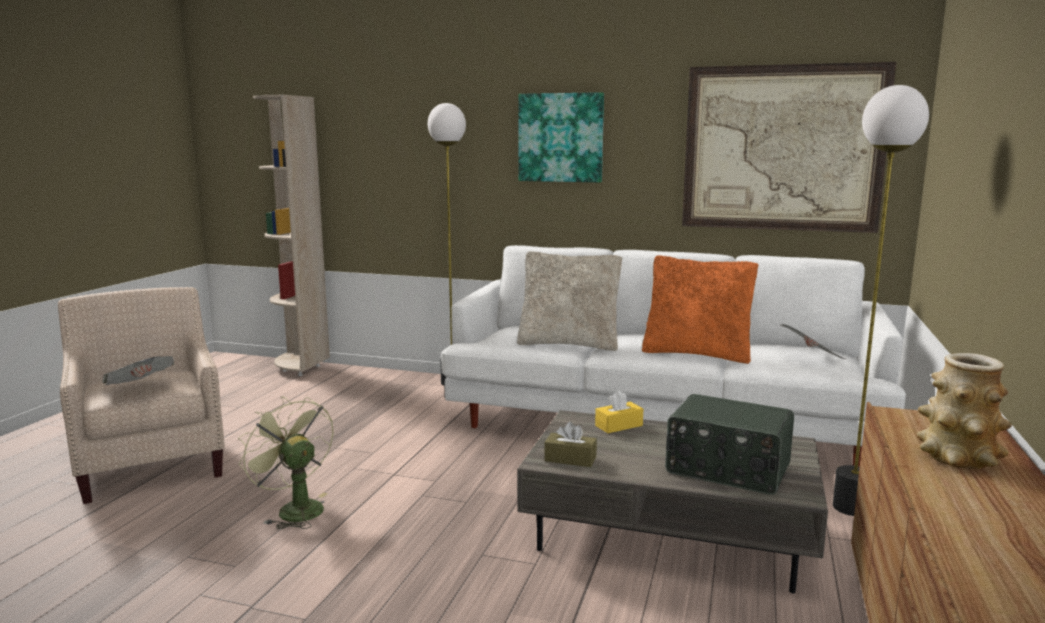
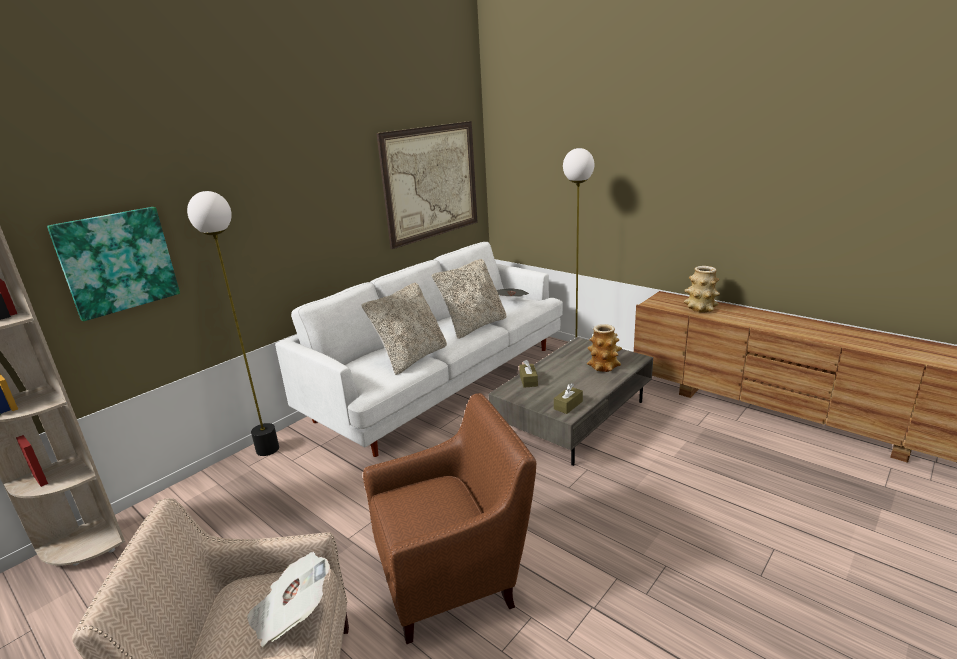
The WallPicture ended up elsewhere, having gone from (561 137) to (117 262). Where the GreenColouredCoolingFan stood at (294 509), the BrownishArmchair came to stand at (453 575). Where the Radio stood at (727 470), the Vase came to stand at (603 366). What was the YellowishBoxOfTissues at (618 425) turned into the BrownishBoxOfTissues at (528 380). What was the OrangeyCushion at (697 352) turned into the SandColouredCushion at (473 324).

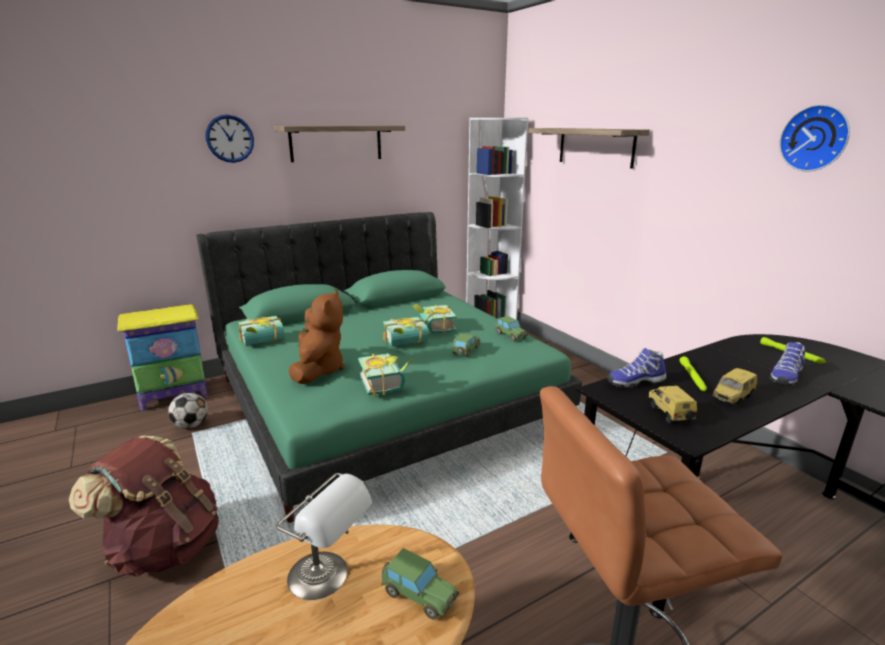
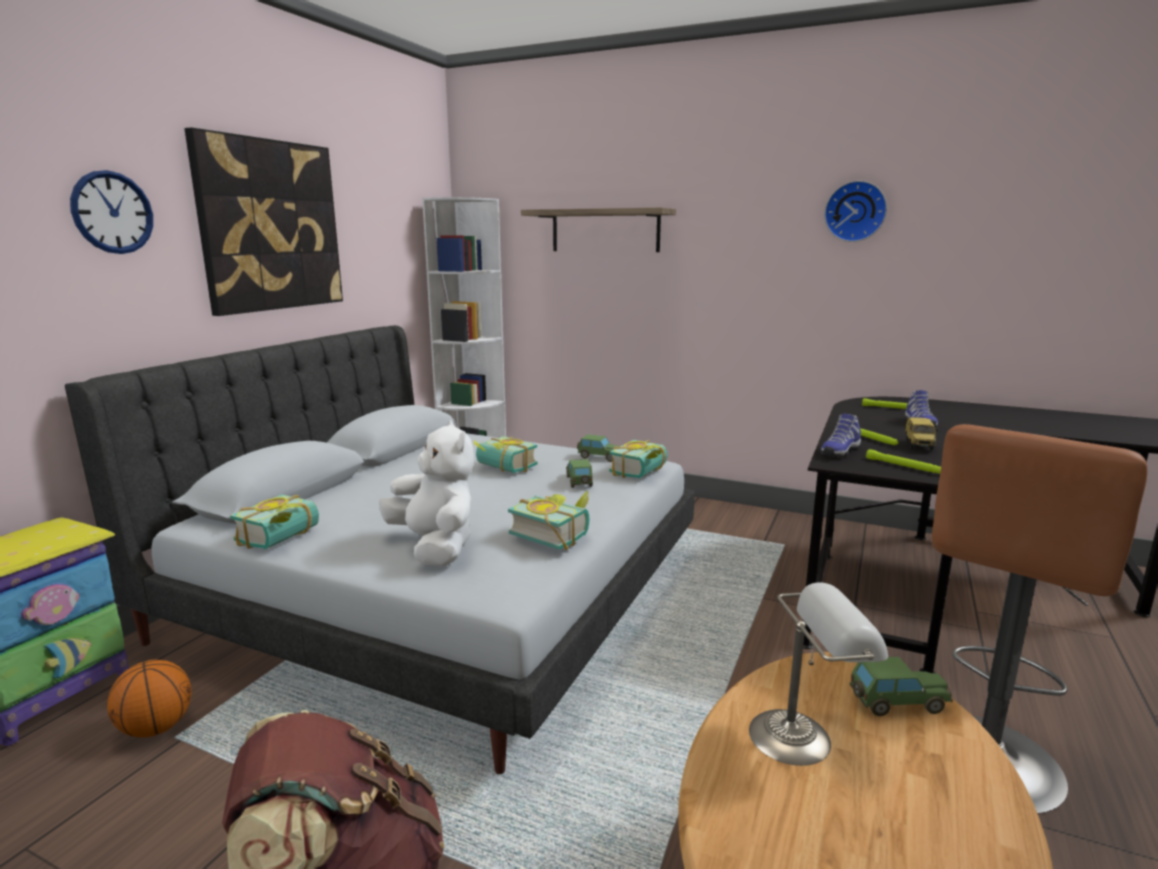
The BoundBook ended up elsewhere, having gone from (407 343) to (643 473). Where the Football stood at (191 425), the BasketballBall came to stand at (157 728). Where the WallShelf hung at (336 143), the WallPicture came to hang at (270 226). Where the ModelCar stood at (668 414), the GreenColouredTorch came to stand at (904 467). What was the GreenColouredSleepingBed at (382 400) turned into the GraySleepingBed at (441 591). What was the BrownishSoftToy at (318 370) turned into the WhiteColouredSoftToy at (435 547).

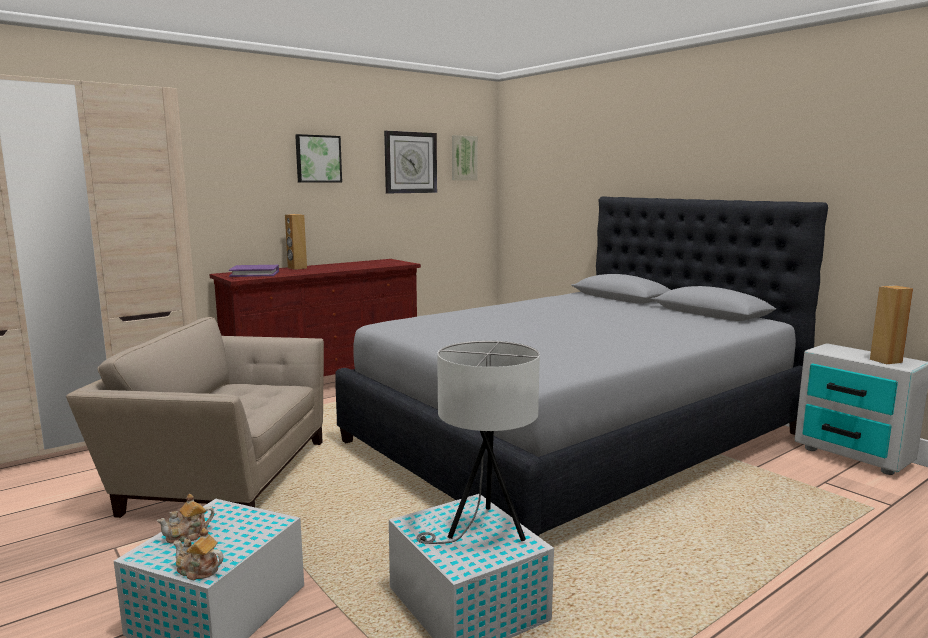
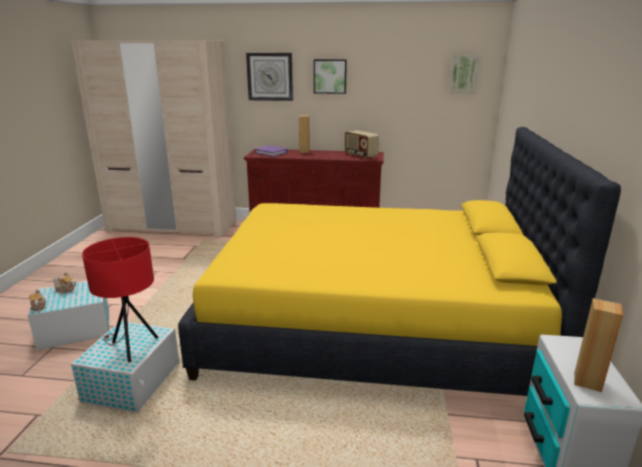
The second view lost the SandColouredArmchair at (223 475). The second view gained the Radio at (360 155). The HangingClock ended up elsewhere, having gone from (410 162) to (270 76). What was the GraySleepingBed at (576 437) turned into the YellowishSleepingBed at (372 325). What was the WhiteColouredLampForATable at (482 530) turned into the RedColouredLampForATable at (131 347).

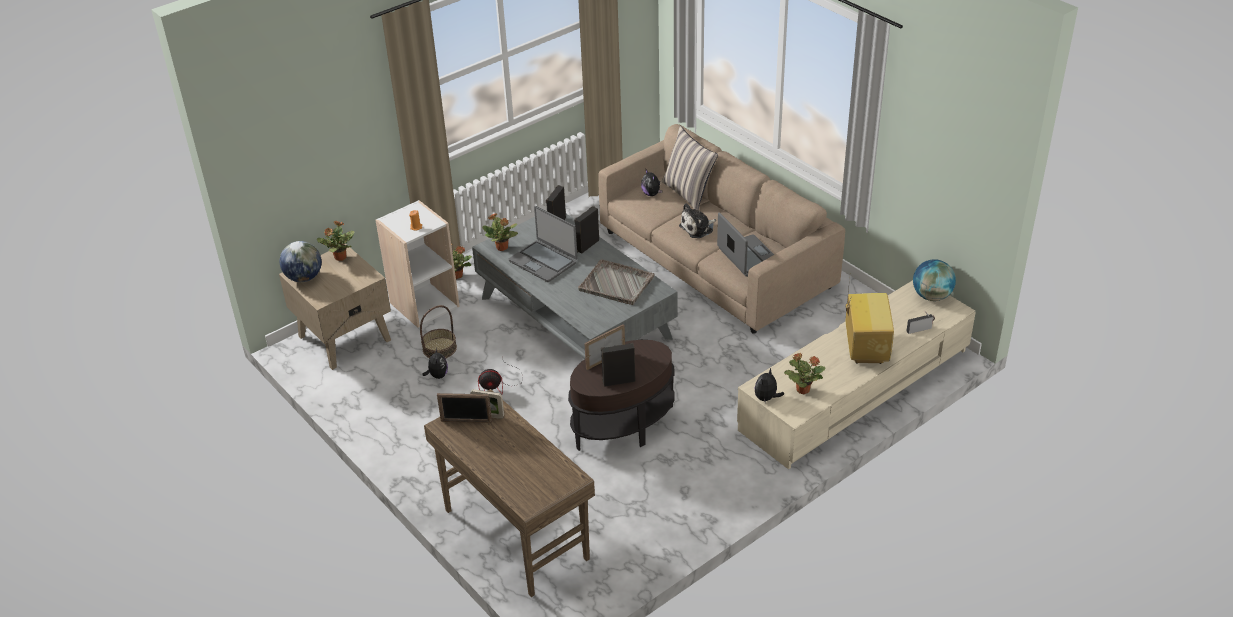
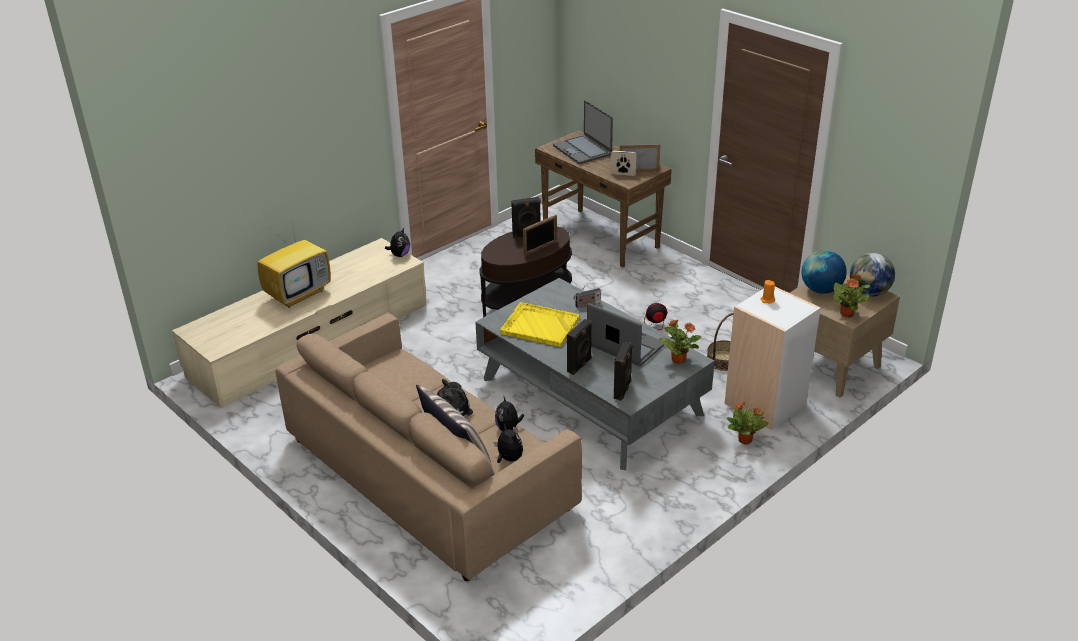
The second view lost the Houseplant at (802 389). The SoftToy ended up elsewhere, having gone from (437 375) to (508 429). The Laptop ended up elsewhere, having gone from (748 257) to (582 150). The Radio ended up elsewhere, having gone from (920 329) to (587 305). The DeskGlobe ended up elsewhere, having gone from (931 296) to (821 290). What was the GrayServingTray at (617 284) turned into the YellowishServingTray at (539 326). The Television at (865 348) ended up facing another way, 135 degrees counterclockwise from before.

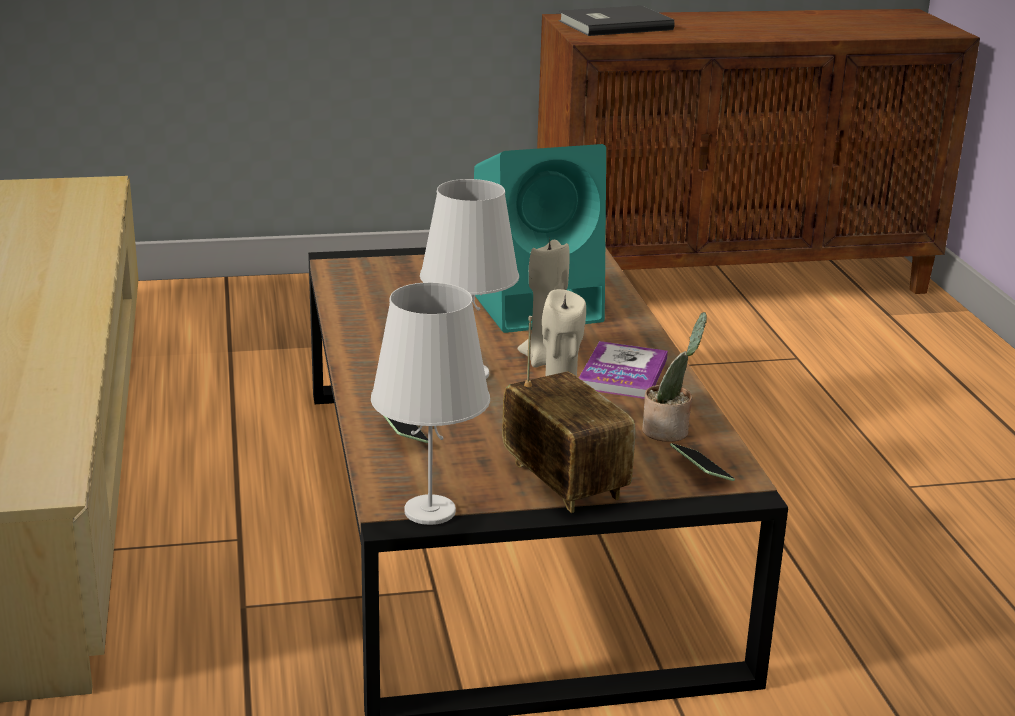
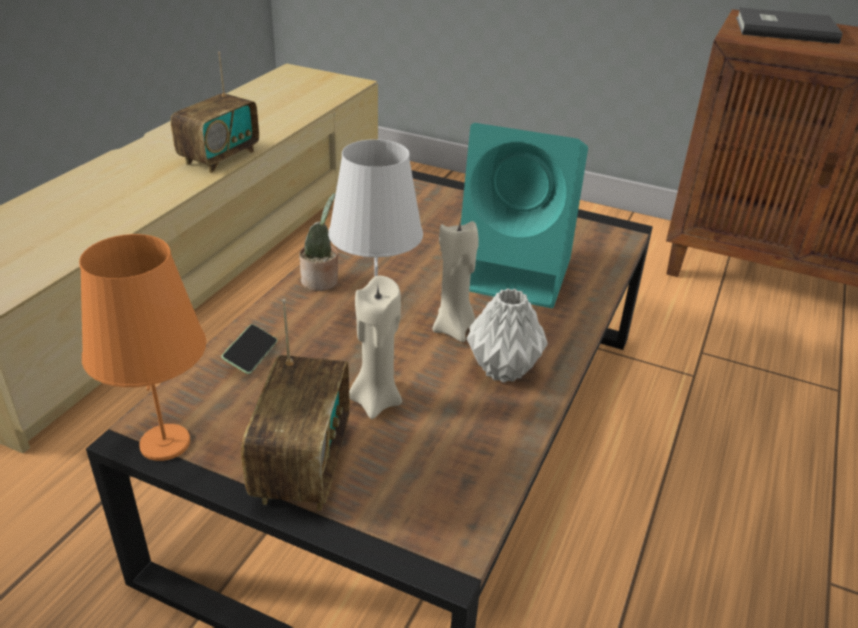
The second view lost the Phone at (701 472). The second view gained the Radio at (219 157). The Houseplant ended up elsewhere, having gone from (669 431) to (321 282). Where the BoundBook stood at (623 373), the GrayVase came to stand at (502 369). What was the WhiteColouredLampForATable at (429 511) turned into the OrangeyLampForATable at (164 443).

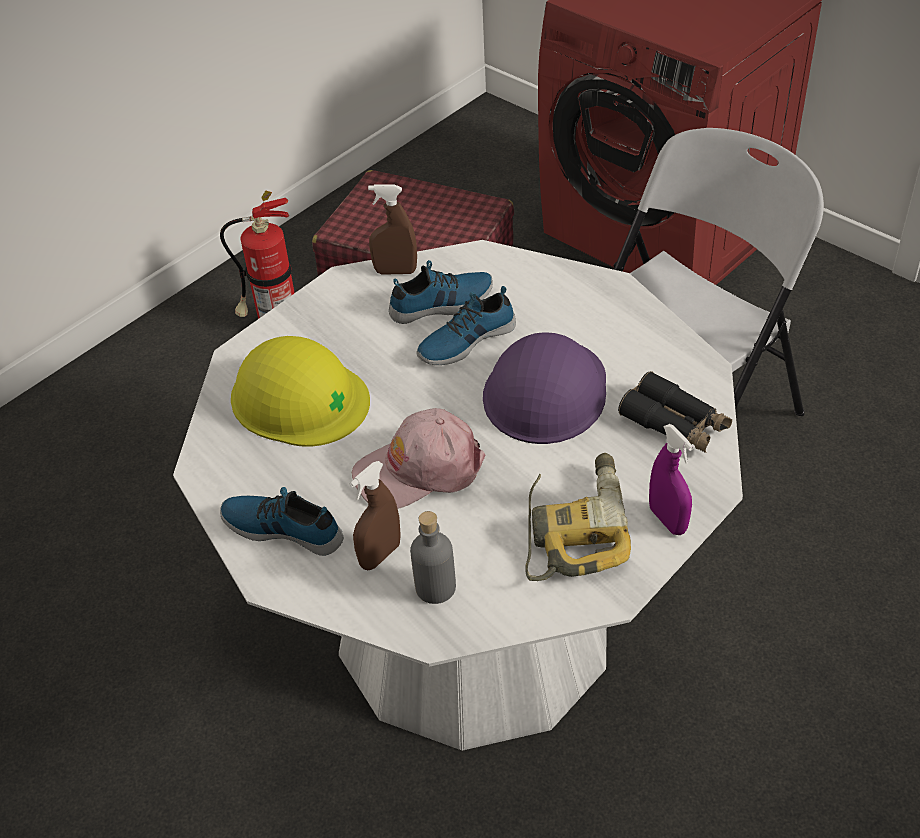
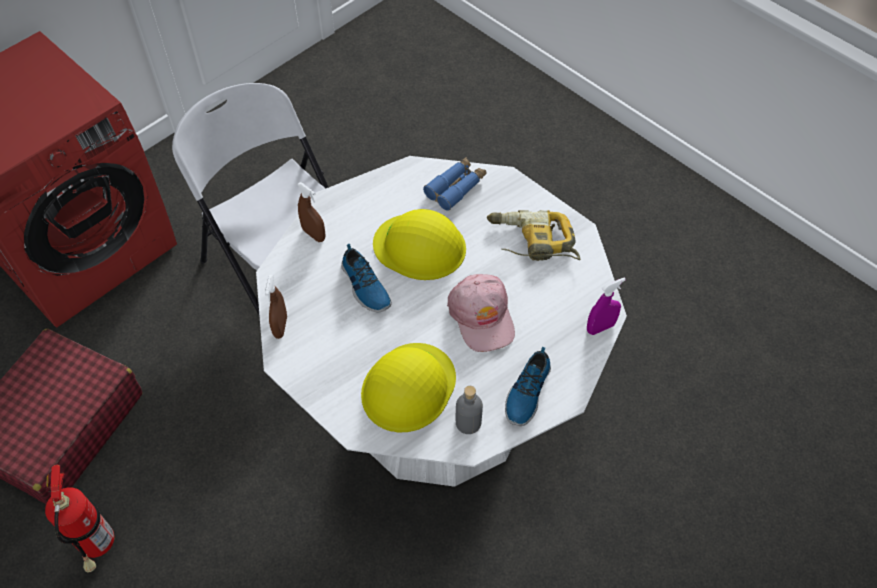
The second view lost the Shoe at (442 304). The BrownishHandSprayer ended up elsewhere, having gone from (380 555) to (314 234). The GrayBottle ended up elsewhere, having gone from (435 587) to (468 422). The PurplishHandSprayer ended up elsewhere, having gone from (667 520) to (600 327). What was the PurplishSafetyHelmet at (545 391) turned into the YellowishSafetyHelmet at (420 246). What was the BlackishBinoculars at (675 424) turned into the BlueColouredBinoculars at (456 187).

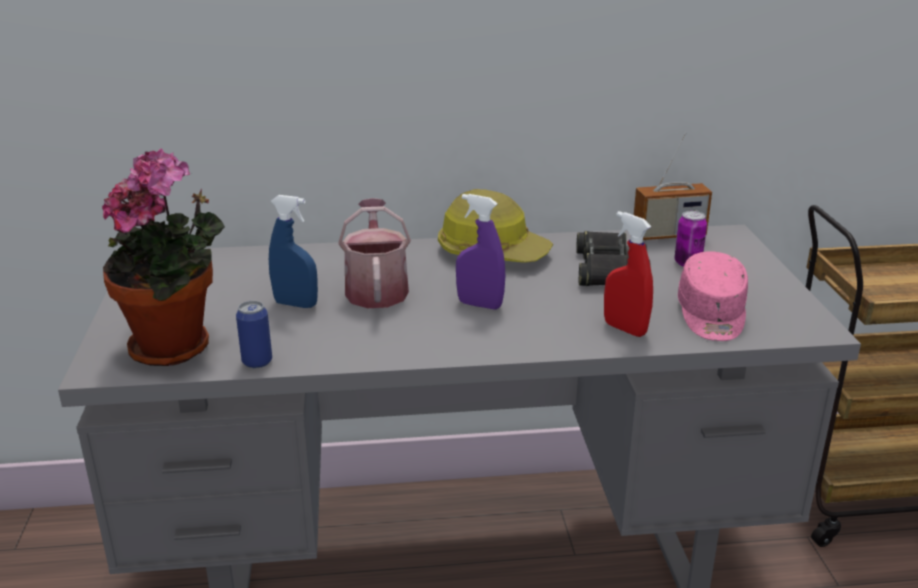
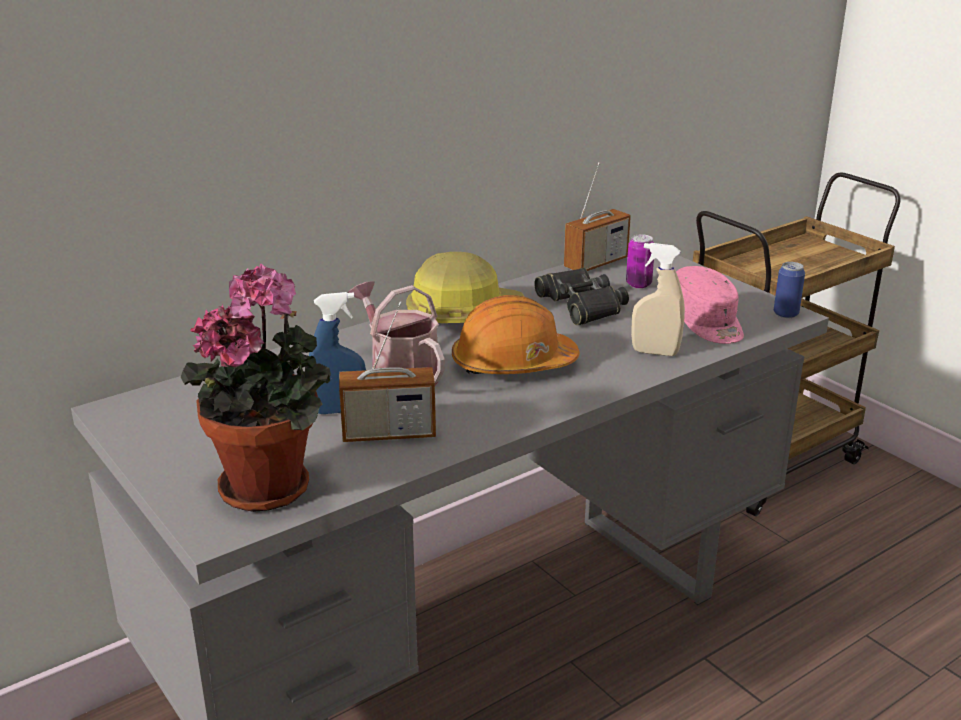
The second view gained the Radio at (389 433). The MetalCan ended up elsewhere, having gone from (257 362) to (786 314). Where the PurplishHandSprayer stood at (479 305), the OrangeySafetyHelmet came to stand at (513 364). What was the RedColouredHandSprayer at (624 329) turned into the SandColouredHandSprayer at (655 352).

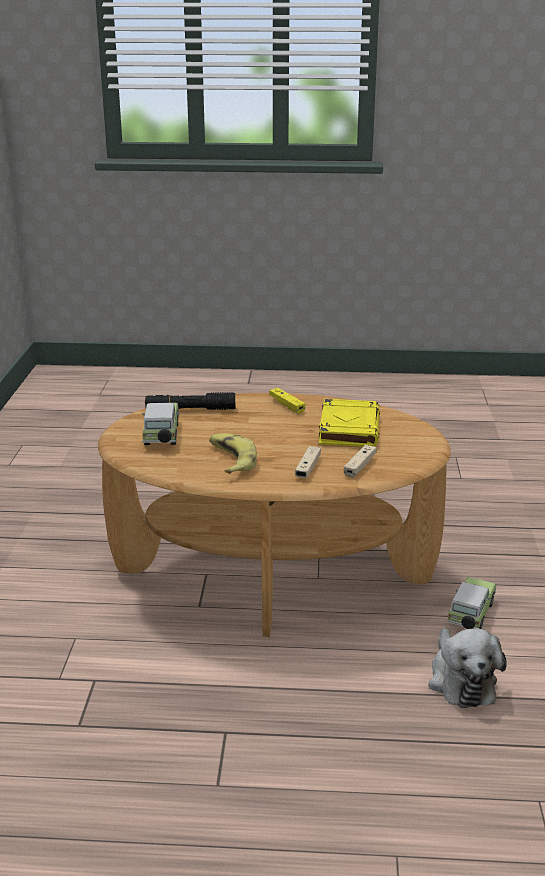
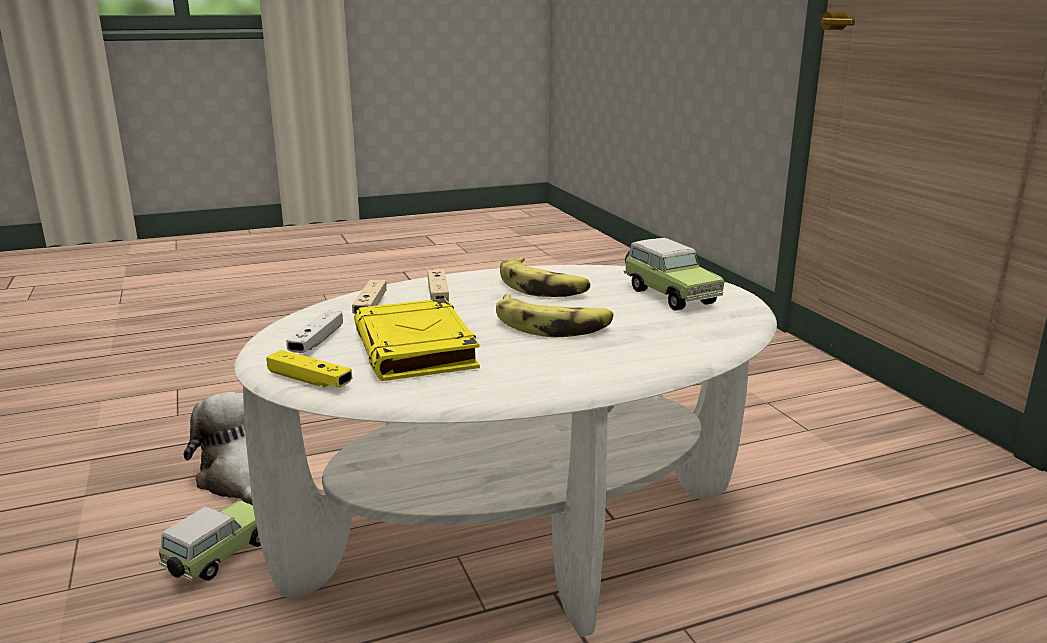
The second view lost the BlackishTorch at (190 409). The second view gained the WhiteColouredGamepad at (317 341). The second view gained the BananaFruit at (552 326). The YellowishGamepad ended up elsewhere, having gone from (287 405) to (309 380). What was the BrownishCoffeeTable at (272 576) turned into the WhiteColouredCoffeeTable at (522 539). The ModelCar at (470 615) ended up facing another way, 150 degrees counterclockwise from before.

